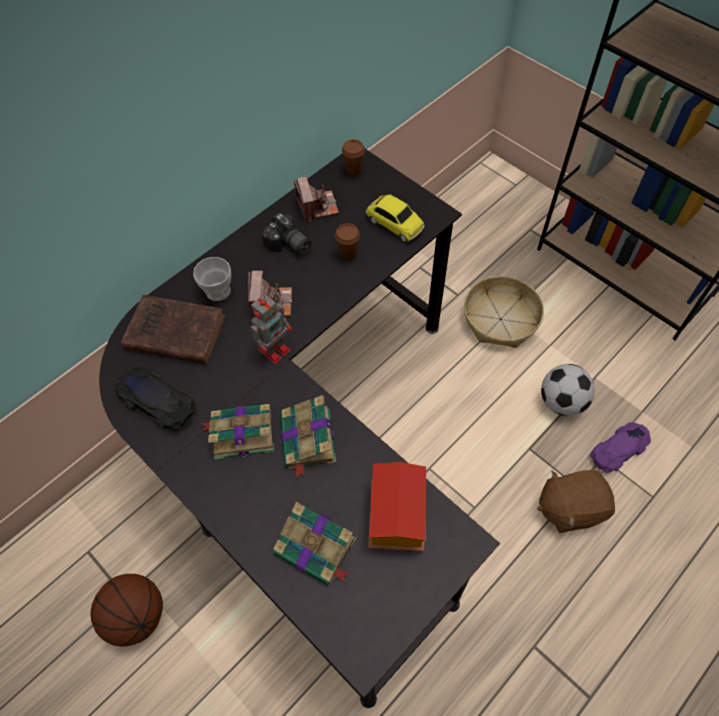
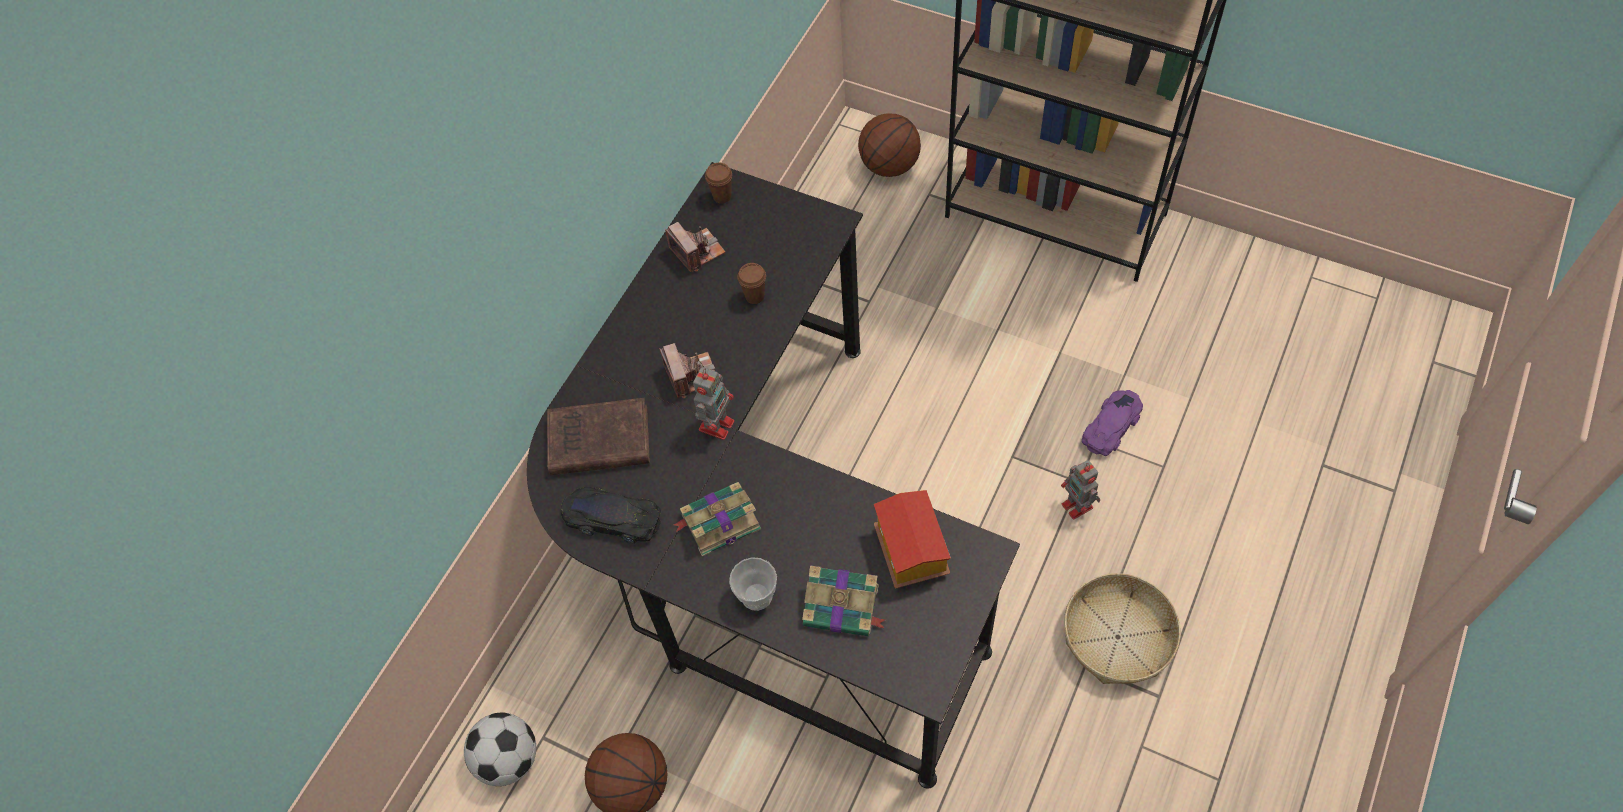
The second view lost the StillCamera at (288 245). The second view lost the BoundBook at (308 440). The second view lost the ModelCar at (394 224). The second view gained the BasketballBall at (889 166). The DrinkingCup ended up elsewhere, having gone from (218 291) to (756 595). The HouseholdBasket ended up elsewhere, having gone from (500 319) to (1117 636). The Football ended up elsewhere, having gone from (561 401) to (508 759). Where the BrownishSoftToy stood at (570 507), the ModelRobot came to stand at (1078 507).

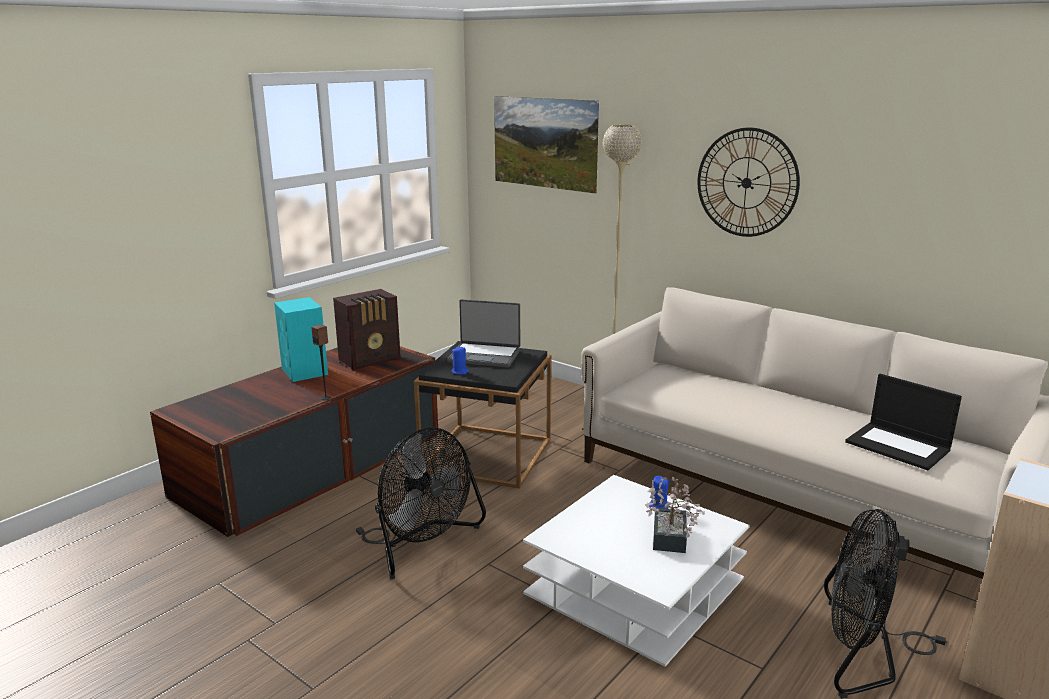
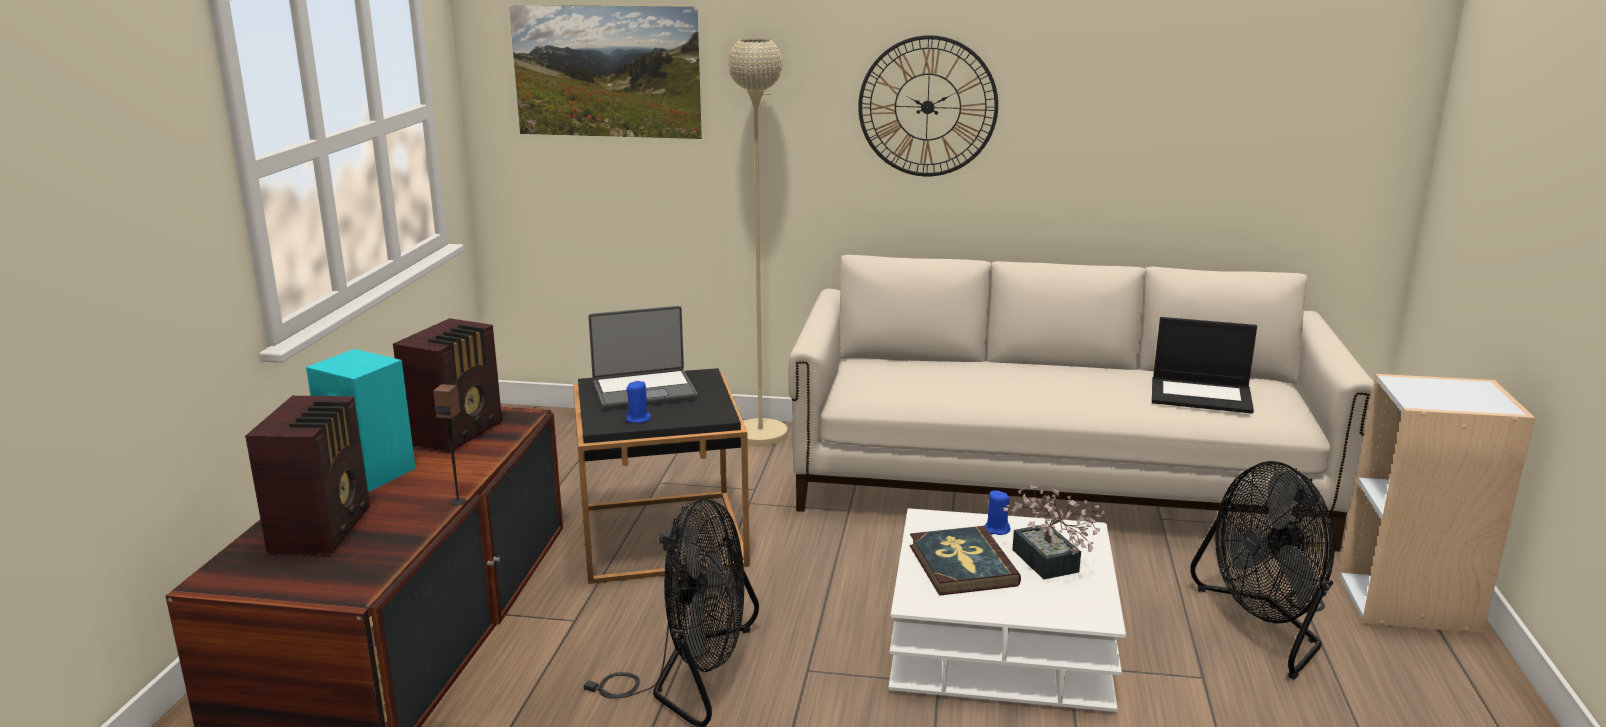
The second view gained the Radio at (324 529). The second view gained the BoundBook at (962 565).

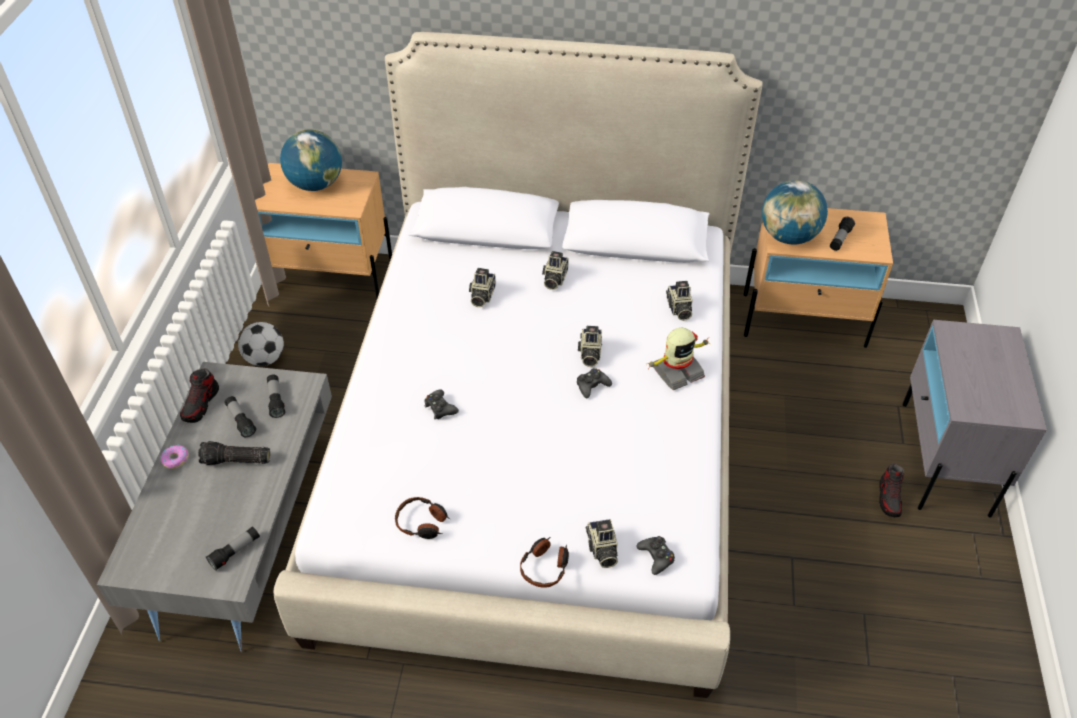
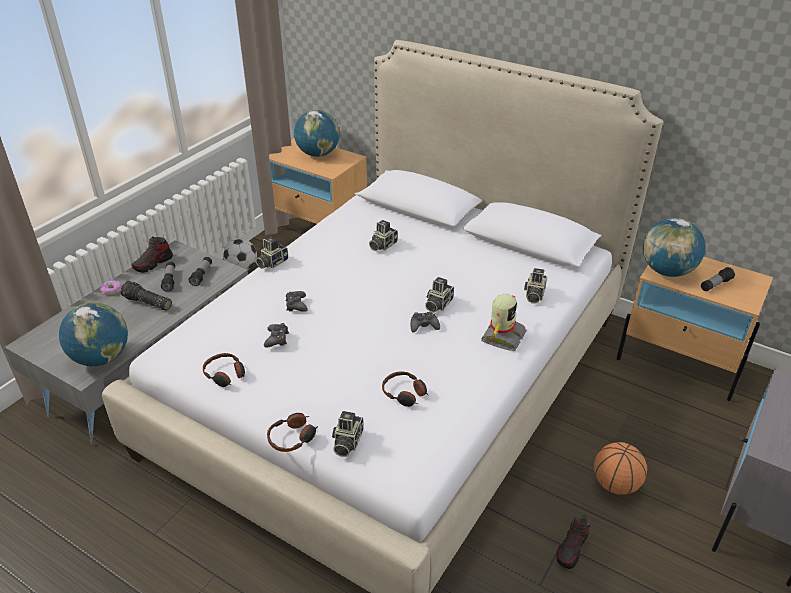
The second view gained the Headphones at (405 394). The second view gained the BasketballBall at (615 484). The StillCamera ended up elsewhere, having gone from (554 279) to (271 262). The BlackishGamepad ended up elsewhere, having gone from (656 557) to (277 339). The Shoe ended up elsewhere, having gone from (889 498) to (572 548). Where the Torch stood at (235 552), the DeskGlobe came to stand at (101 358). The ModelRobot at (676 371) ended up facing another way, 60 degrees counterclockwise from before.

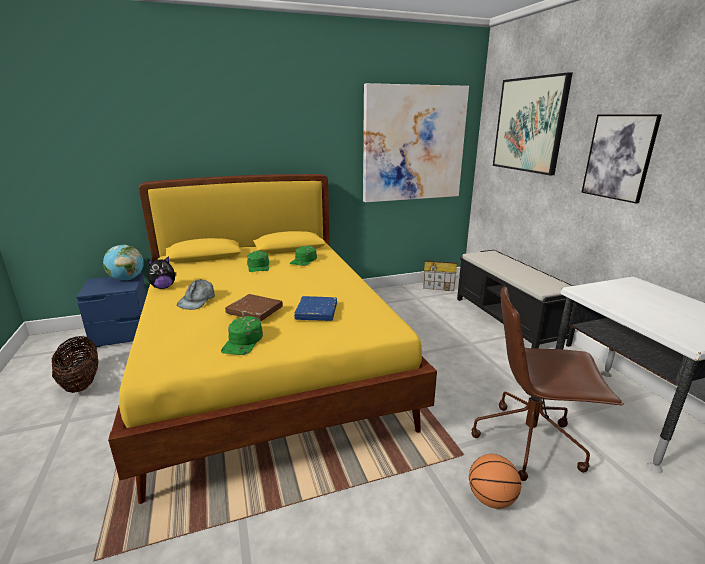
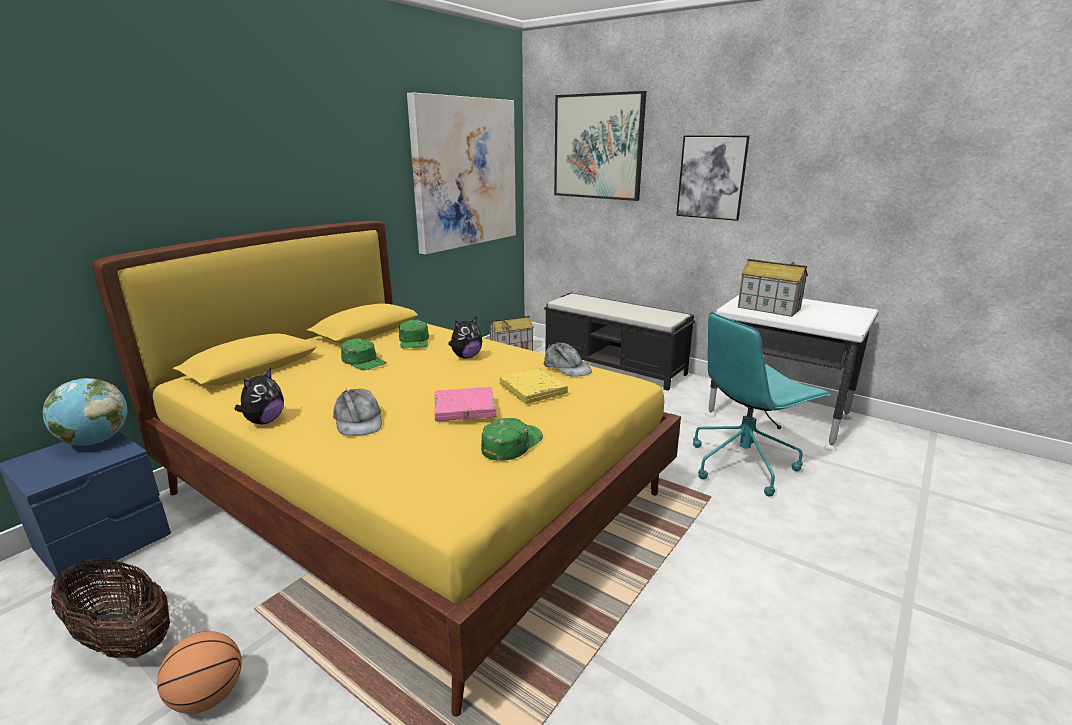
The second view gained the SoftToy at (466 357). The second view gained the GrayBaseballCap at (566 368). The second view gained the MiniatureHouse at (768 308). The BasketballBall ended up elsewhere, having gone from (491 498) to (208 696). What was the BrownishBoundBook at (255 310) turned into the PinkColouredBoundBook at (464 408). What was the BlueColouredBoundBook at (316 311) turned into the YellowishBoundBook at (533 390). What was the BrownishOfficeChair at (532 443) turned into the TurquoiseColouredOfficeChair at (745 464). The GreenColouredBaseballCap at (243 342) ended up facing another way, 120 degrees counterclockwise from before.

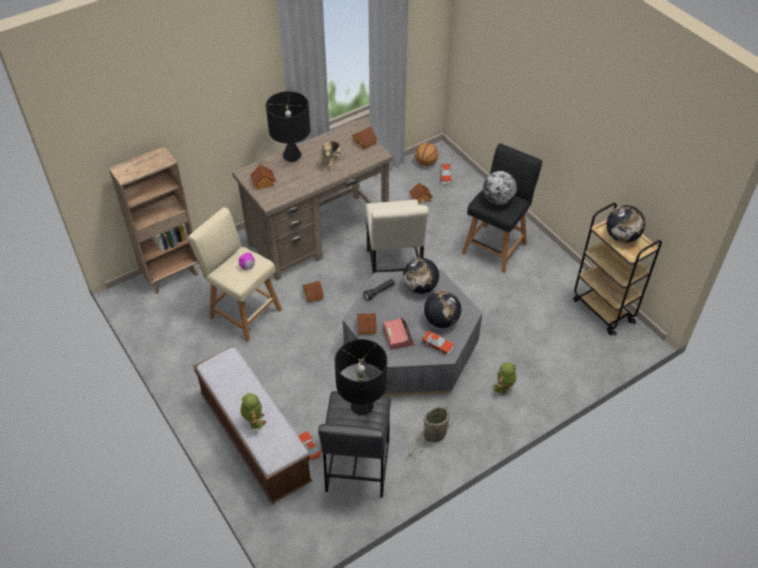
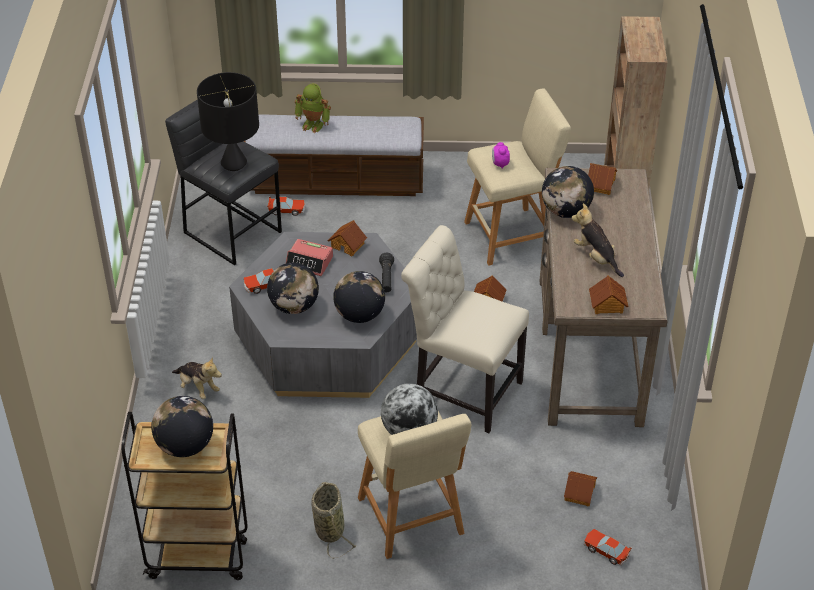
The second view lost the BlackishLampForATable at (292 157). The second view lost the BasketballBall at (426 163). The second view gained the DeskGlobe at (565 211). The HouseholdBasket ended up elsewhere, having gone from (433 436) to (329 528). Where the ModelRobot stood at (504 388), the SoftToy came to stand at (197 387). What was the BlackishSittingStool at (496 246) turned into the SandColouredSittingStool at (412 520).

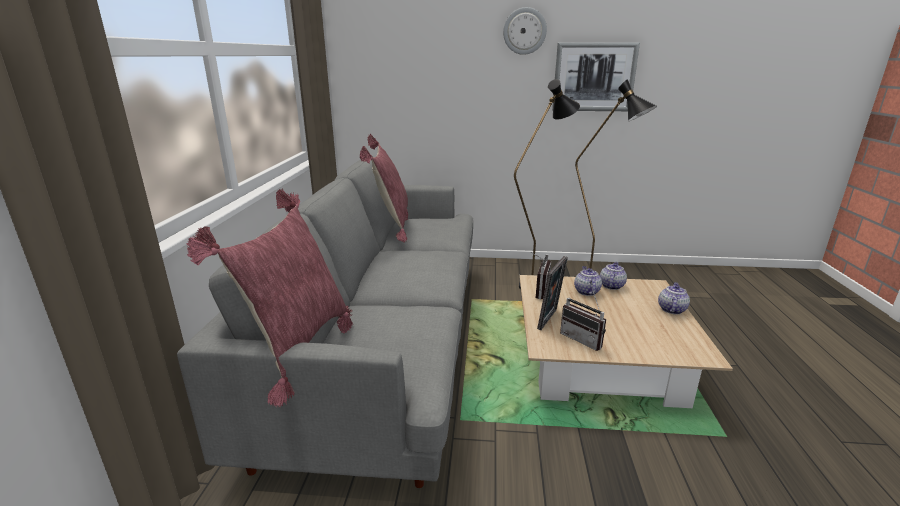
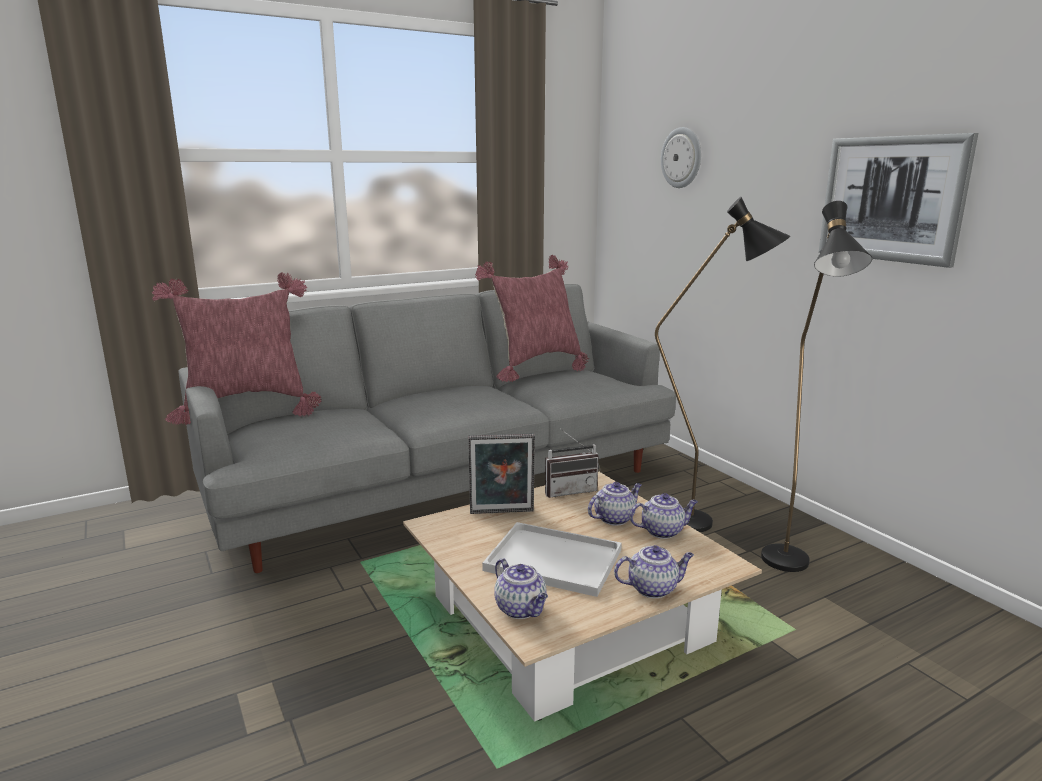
The second view lost the Radio at (584 339). The second view gained the WhiteColouredServingTray at (550 560). The second view gained the PotForTea at (521 609). The HangingClock ended up elsewhere, having gone from (524 31) to (682 158).

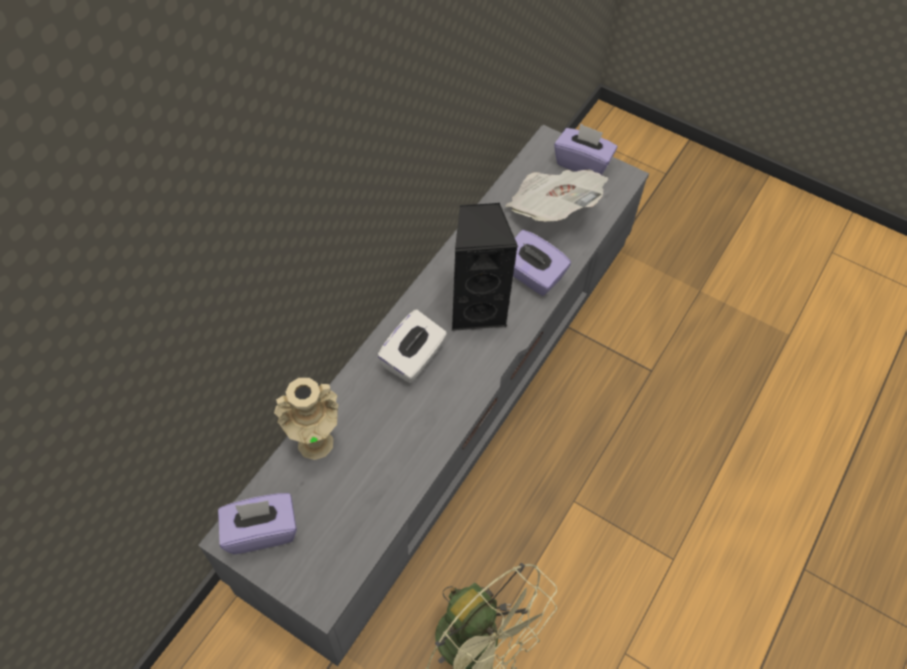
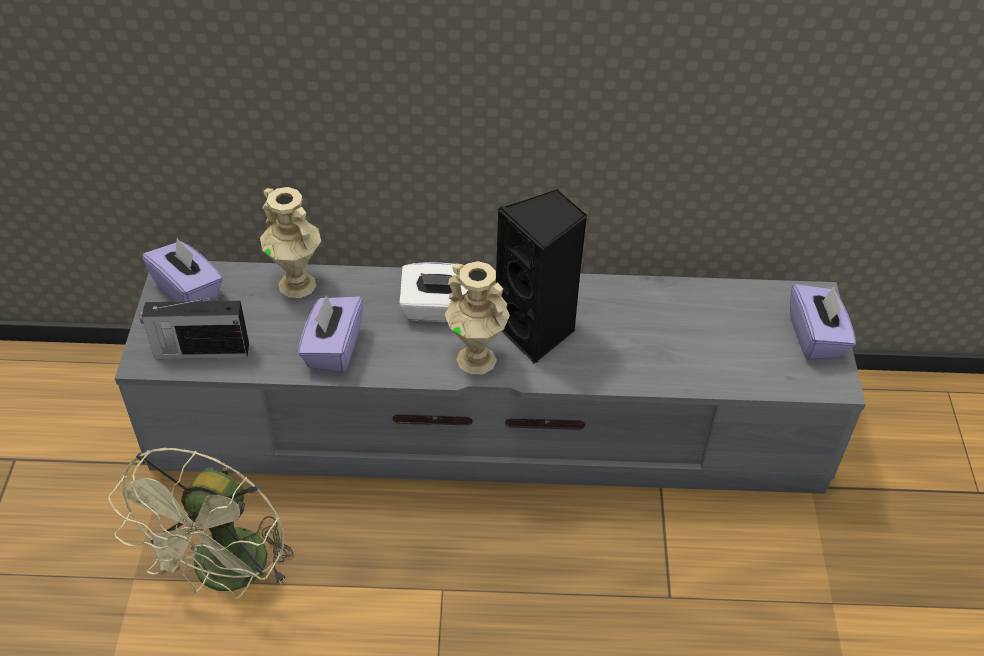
The second view lost the DailyPaper at (552 209). The second view gained the Radio at (200 350). The second view gained the SandColouredVase at (477 359). The PurplishBoxOfTissues ended up elsewhere, having gone from (532 275) to (333 348).

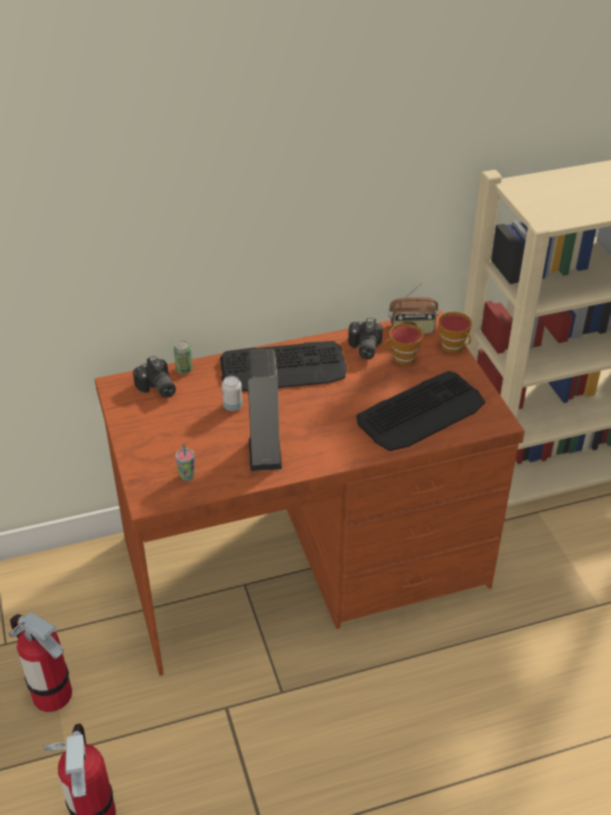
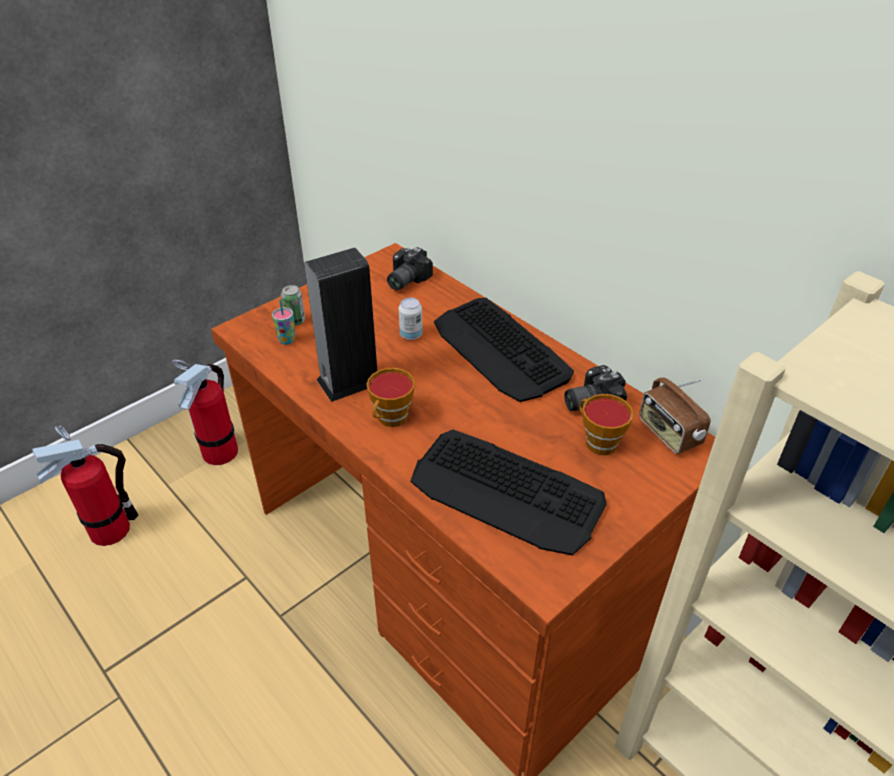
The MetalCan ended up elsewhere, having gone from (184 369) to (295 321). The DrinkingCup ended up elsewhere, having gone from (454 348) to (391 419).

